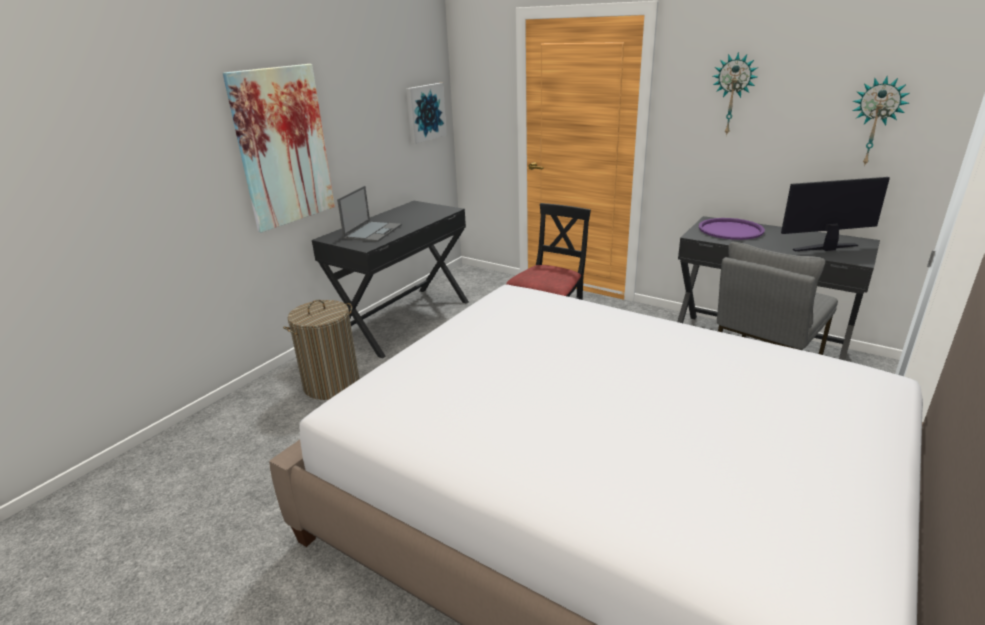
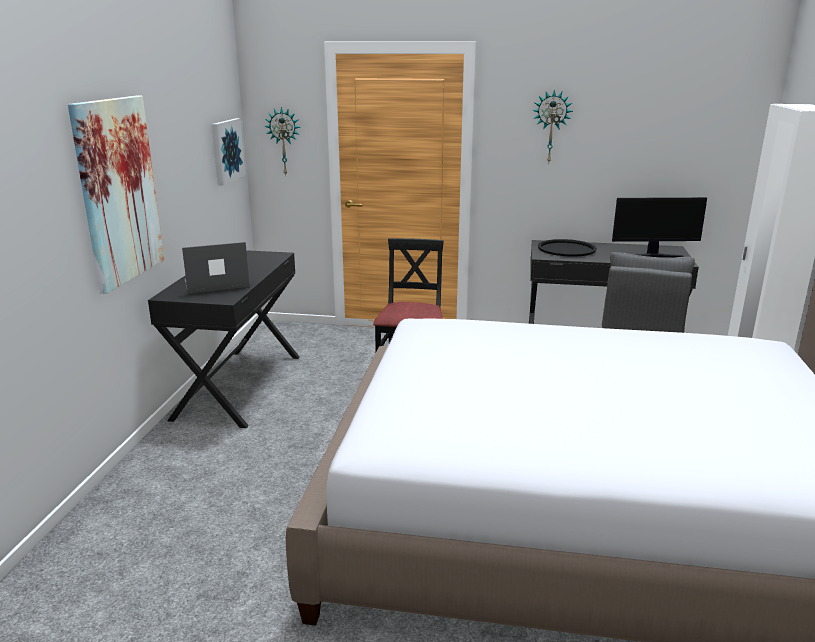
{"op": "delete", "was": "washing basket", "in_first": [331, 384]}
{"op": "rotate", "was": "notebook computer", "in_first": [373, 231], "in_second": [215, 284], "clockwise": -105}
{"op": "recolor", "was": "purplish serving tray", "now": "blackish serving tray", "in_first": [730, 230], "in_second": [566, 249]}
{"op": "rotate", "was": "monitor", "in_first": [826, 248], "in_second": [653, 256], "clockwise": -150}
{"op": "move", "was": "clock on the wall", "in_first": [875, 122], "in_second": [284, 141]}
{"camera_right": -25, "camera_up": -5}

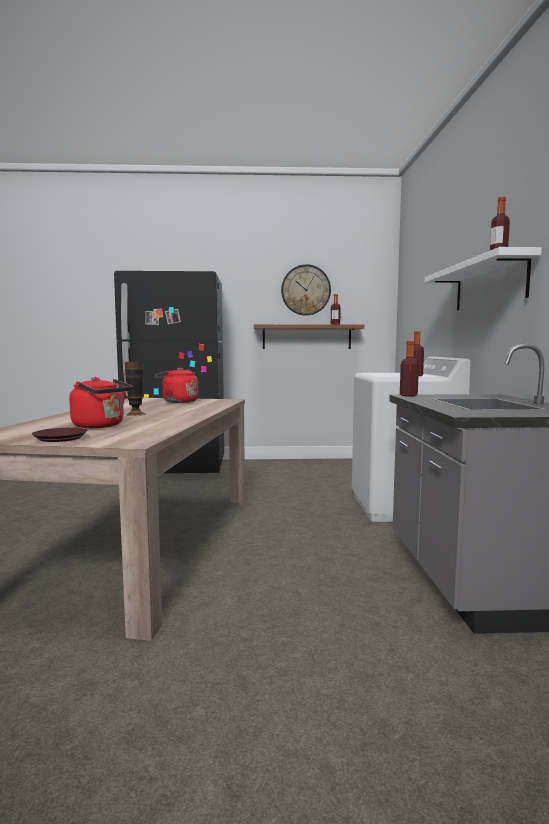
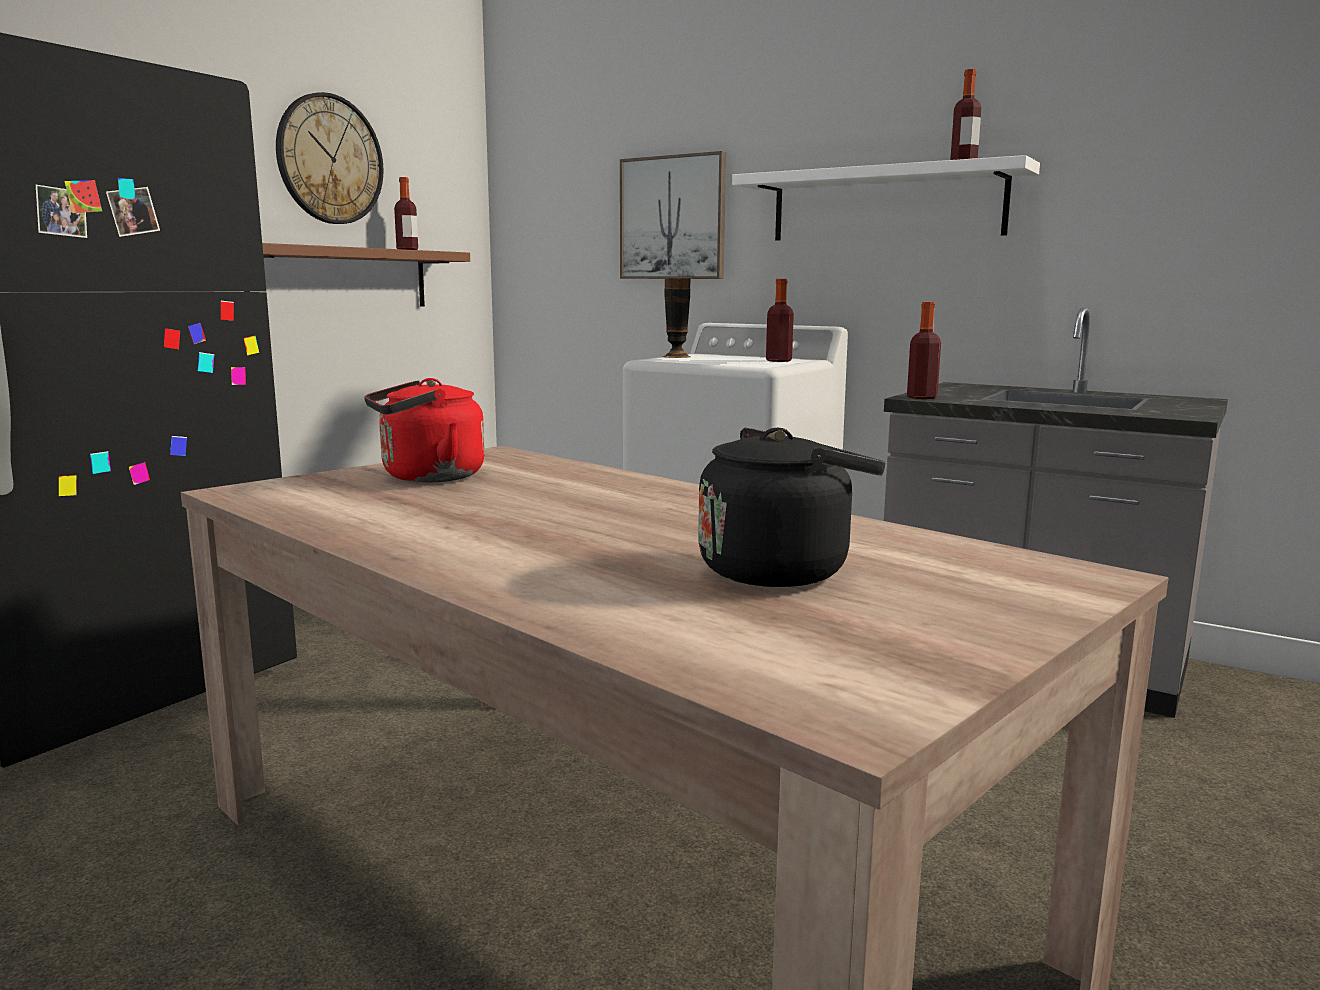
{"op": "delete", "was": "brown-coloured flat dish", "in_first": [60, 438]}
{"op": "recolor", "was": "reddish water kettle", "now": "blackish water kettle", "in_first": [101, 426], "in_second": [780, 570]}
{"op": "move", "was": "decorative vase", "in_first": [135, 414], "in_second": [676, 356]}
{"op": "insert", "now": "wall art", "in_second": [673, 218]}
{"camera_right": -55, "camera_up": 5}

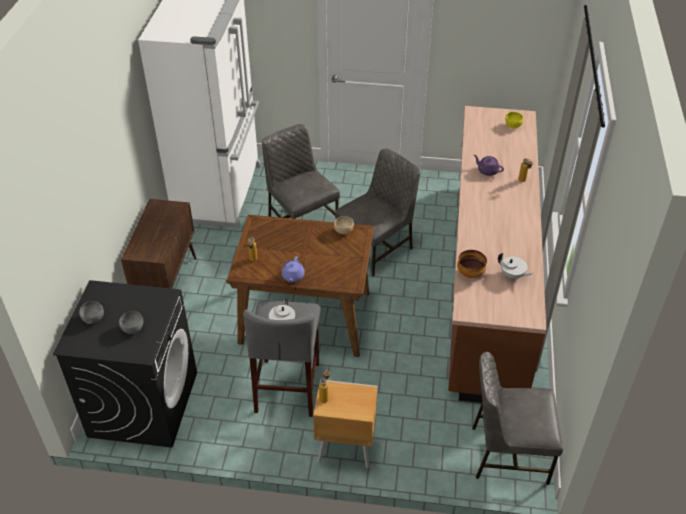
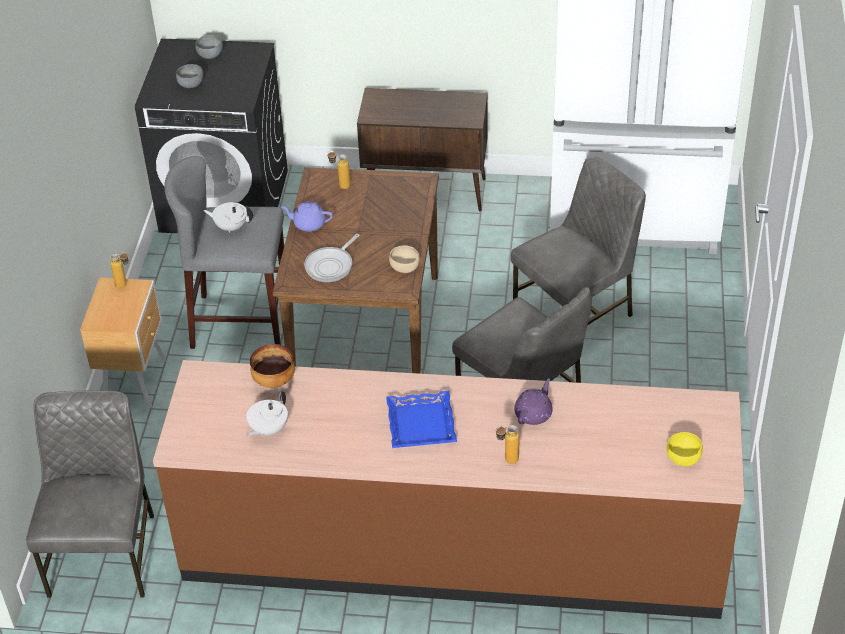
{"op": "insert", "now": "pan", "in_second": [331, 265]}
{"op": "insert", "now": "blue serving tray", "in_second": [422, 425]}
{"camera_right": 90, "camera_up": 0}

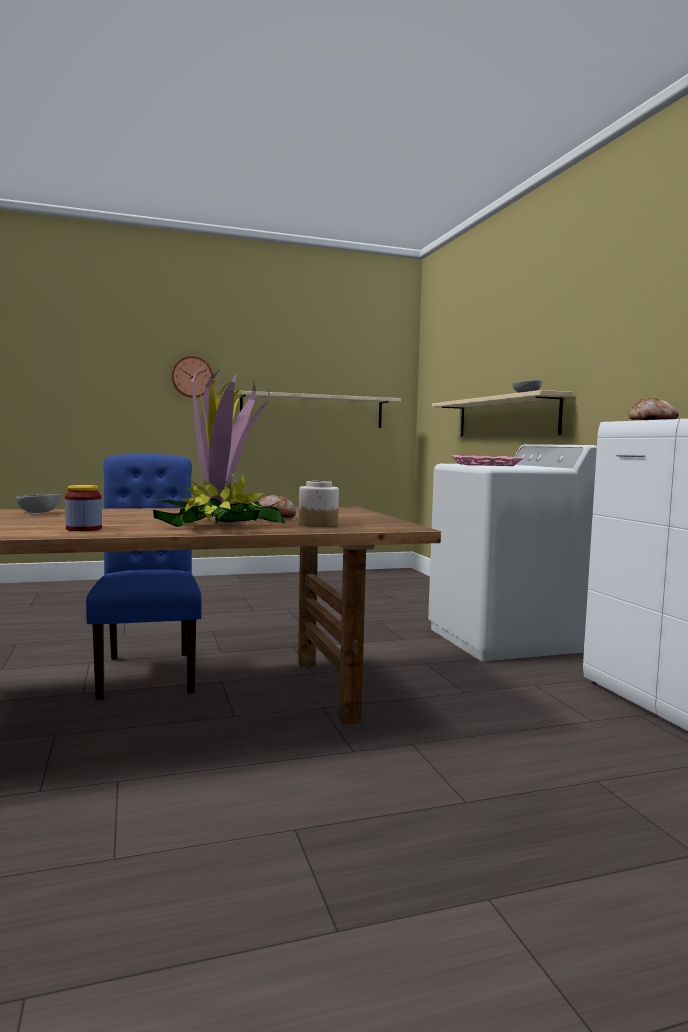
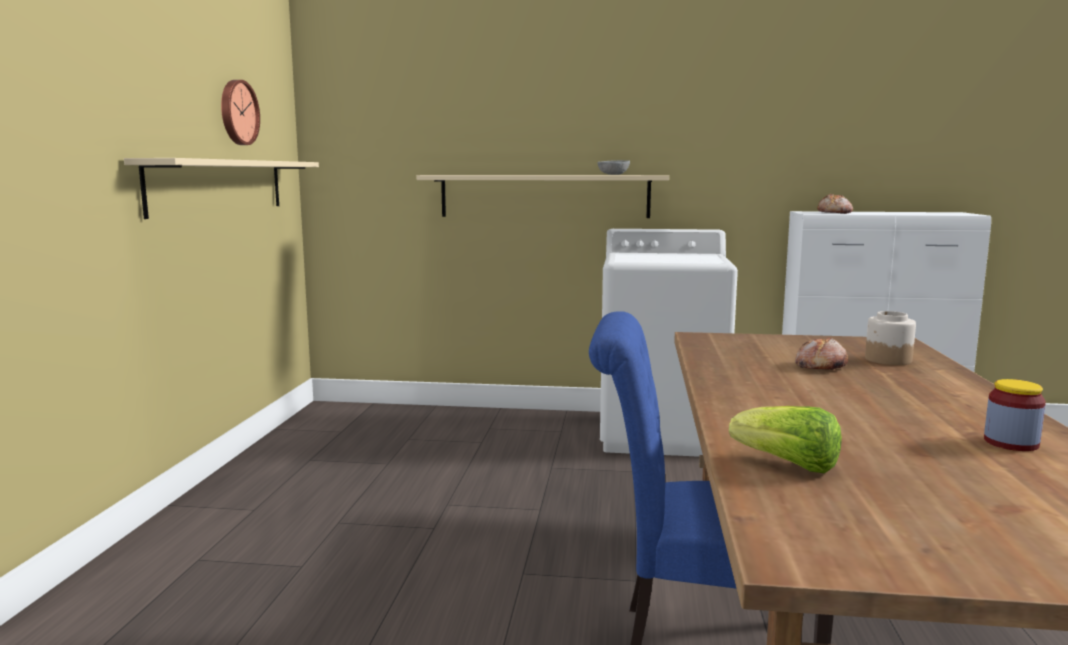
{"op": "replace", "was": "grey bowl", "now": "head of lettuce", "in_first": [37, 512], "in_second": [788, 465]}
{"op": "delete", "was": "potted plant", "in_first": [219, 525]}
{"op": "move", "was": "clock on the wall", "in_first": [192, 377], "in_second": [237, 112]}
{"op": "delete", "was": "pink-coloured serving tray", "in_first": [485, 465]}
{"camera_right": -65, "camera_up": 5}

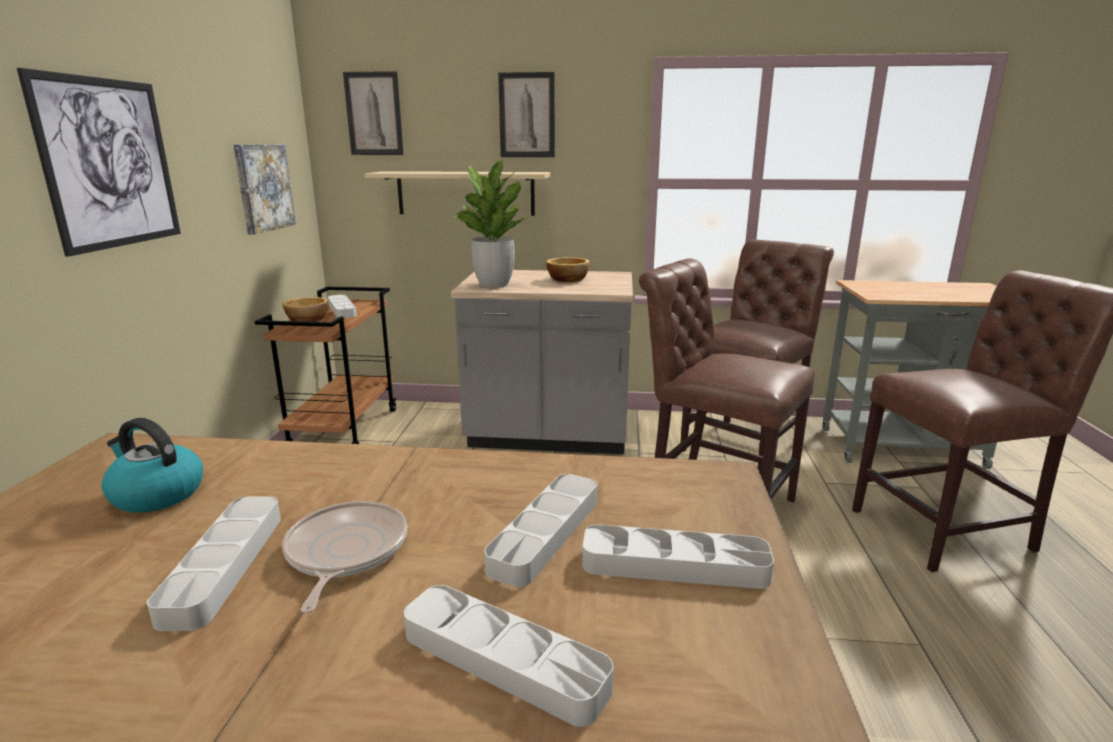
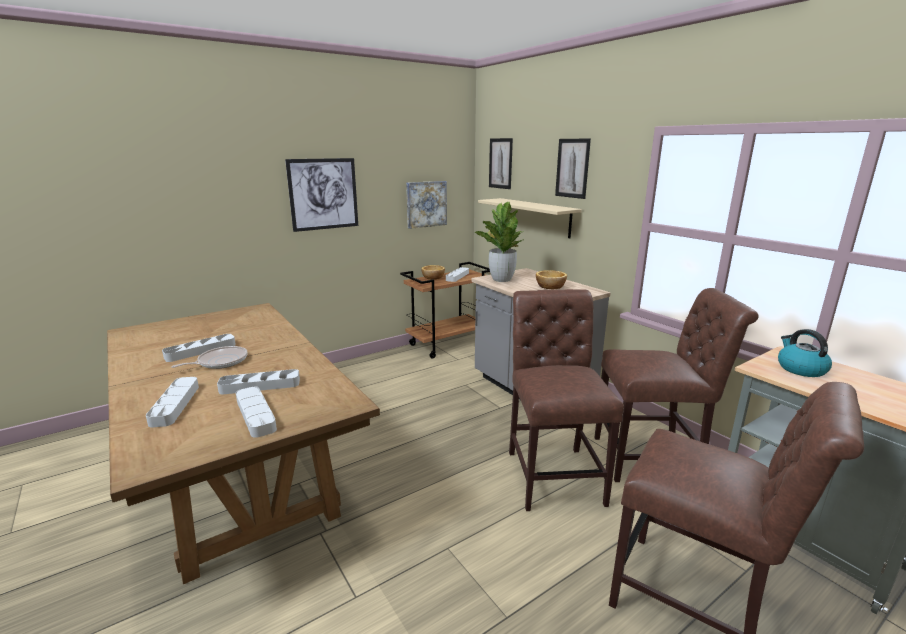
{"op": "move", "was": "water kettle", "in_first": [156, 494], "in_second": [800, 369]}
{"camera_right": 50, "camera_up": 0}

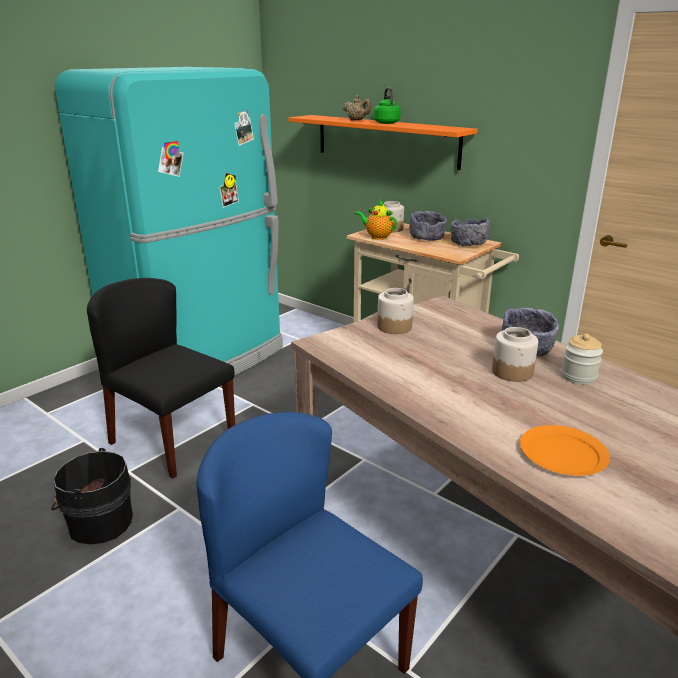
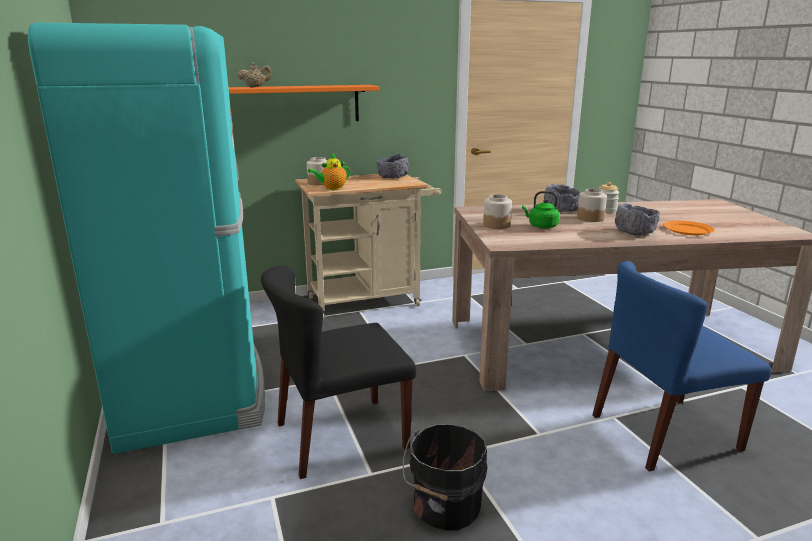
{"op": "move", "was": "green water kettle", "in_first": [386, 123], "in_second": [541, 226]}
{"op": "move", "was": "grey bowl", "in_first": [427, 238], "in_second": [634, 232]}
{"camera_right": -60, "camera_up": -5}

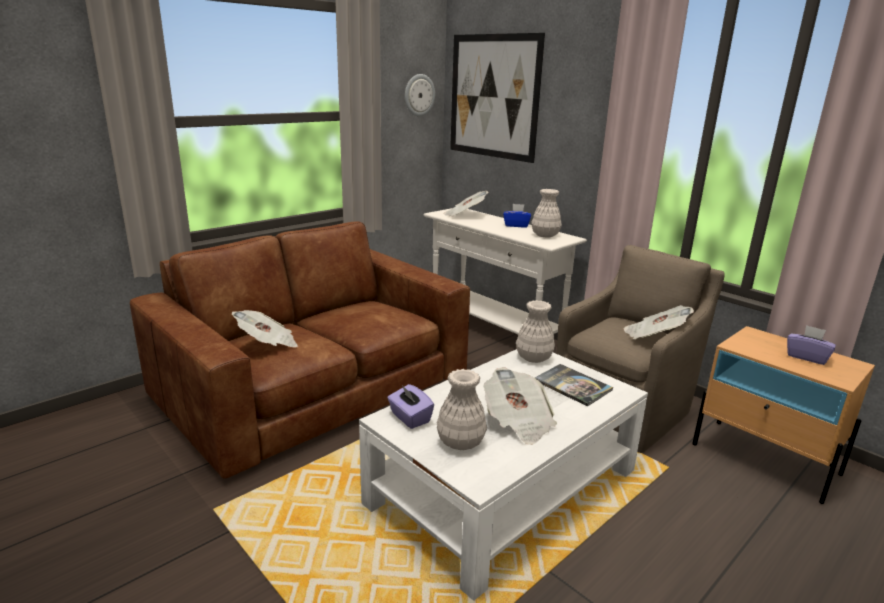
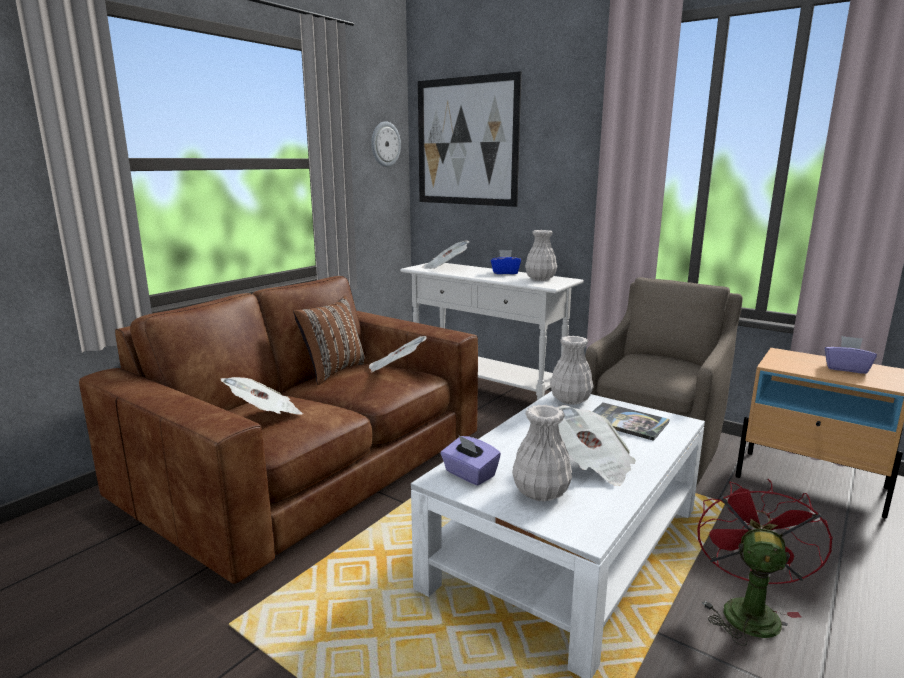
{"op": "move", "was": "printed paper", "in_first": [653, 336], "in_second": [396, 369]}
{"op": "insert", "now": "brown-coloured throw pillow", "in_second": [333, 371]}
{"op": "insert", "now": "reddish cooling fan", "in_second": [747, 609]}
{"camera_right": -10, "camera_up": -5}

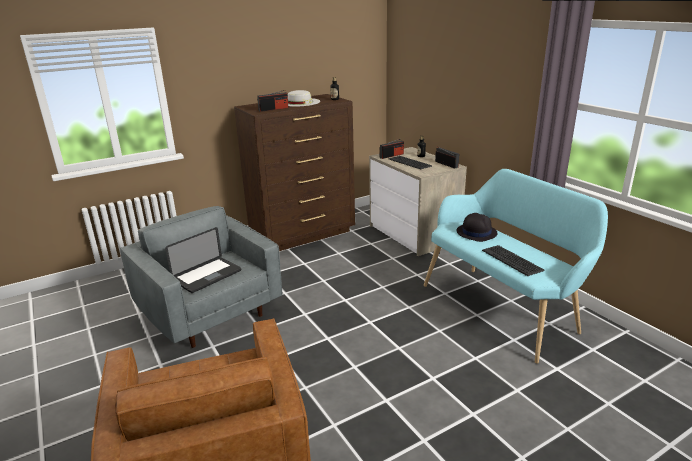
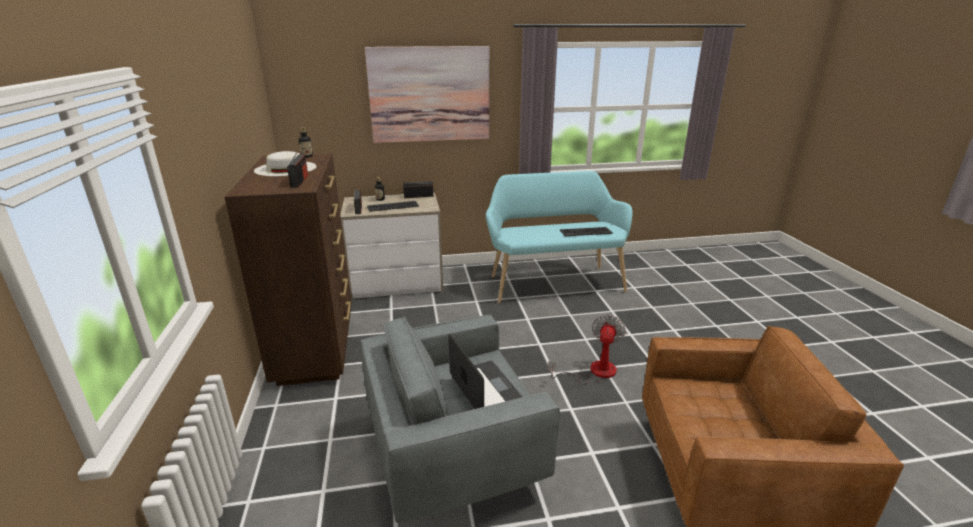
{"op": "delete", "was": "blackish wearable hat", "in_first": [476, 232]}
{"op": "insert", "now": "wall art", "in_second": [430, 95]}
{"op": "insert", "now": "cooling fan", "in_second": [594, 372]}
{"camera_right": -70, "camera_up": 0}

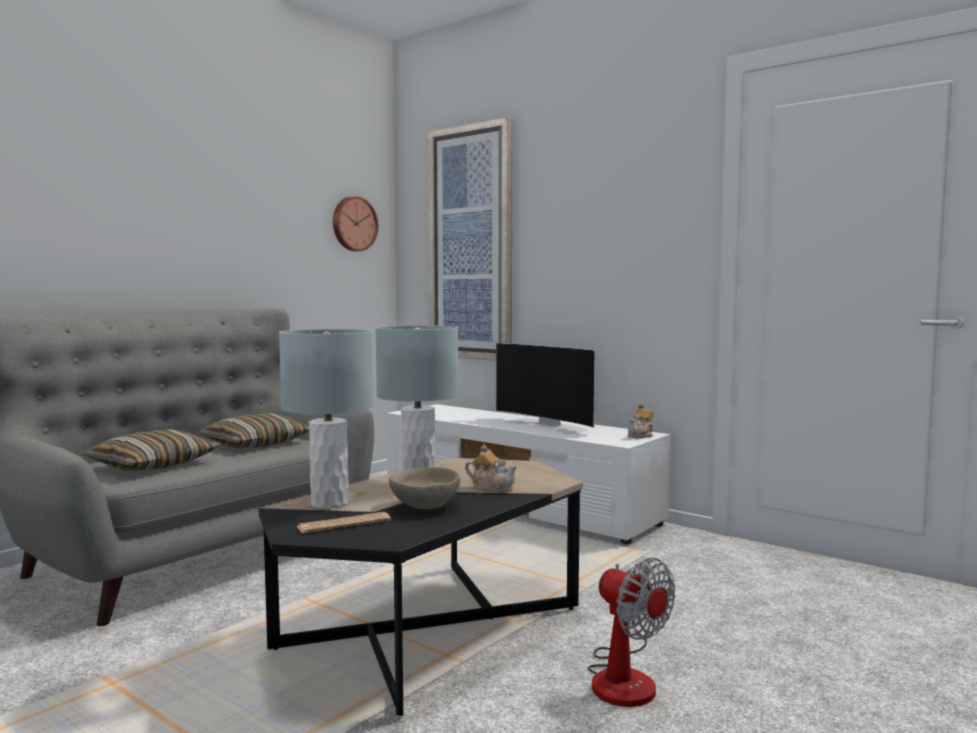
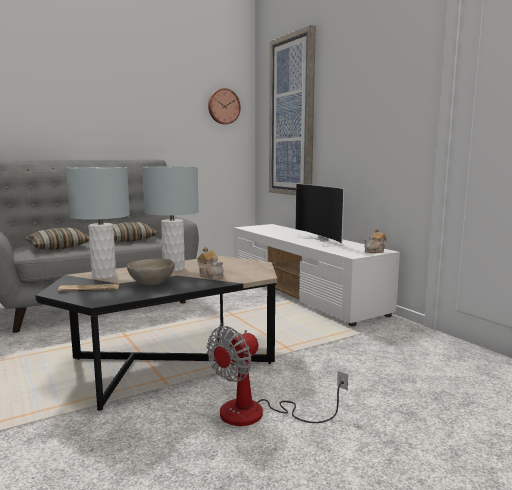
{"op": "rotate", "was": "cooling fan", "in_first": [624, 676], "in_second": [258, 414], "clockwise": 60}
{"camera_right": 20, "camera_up": 5}

